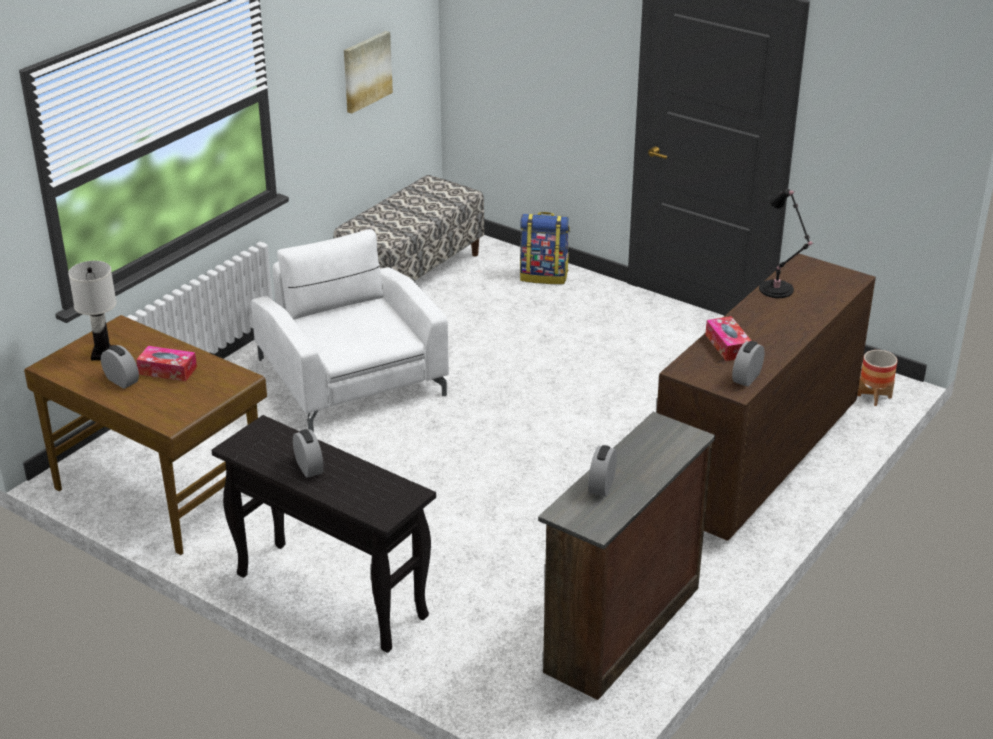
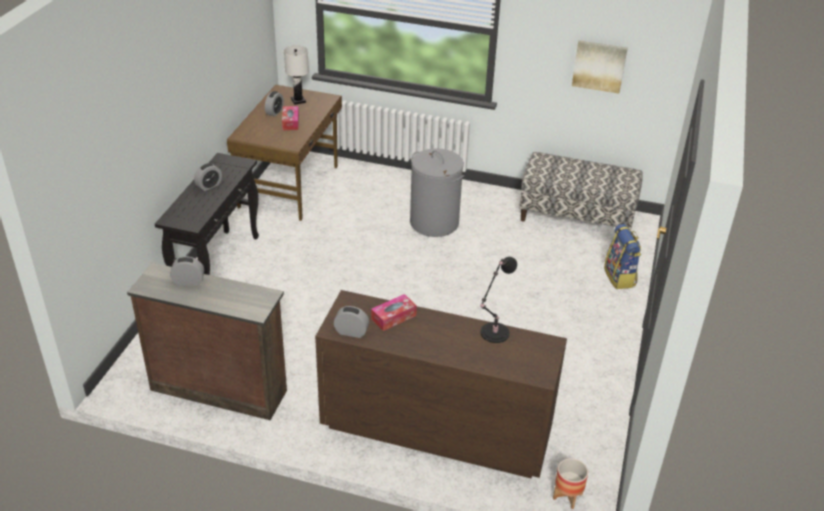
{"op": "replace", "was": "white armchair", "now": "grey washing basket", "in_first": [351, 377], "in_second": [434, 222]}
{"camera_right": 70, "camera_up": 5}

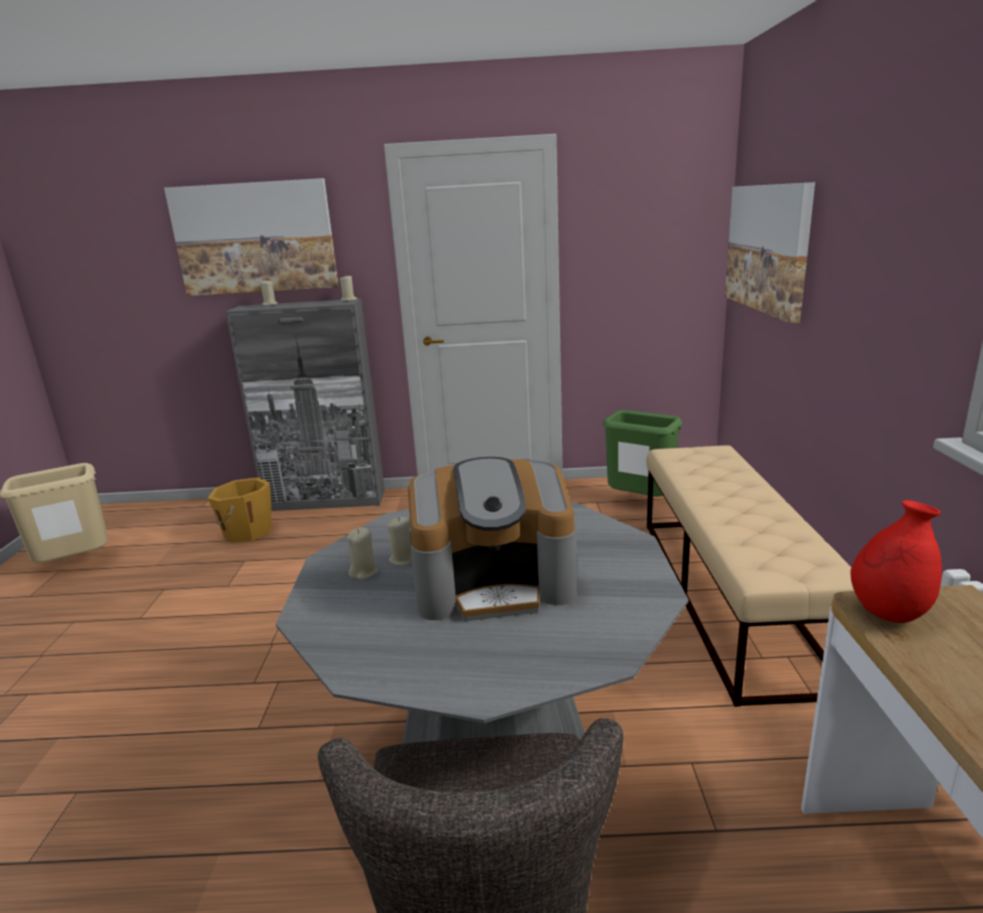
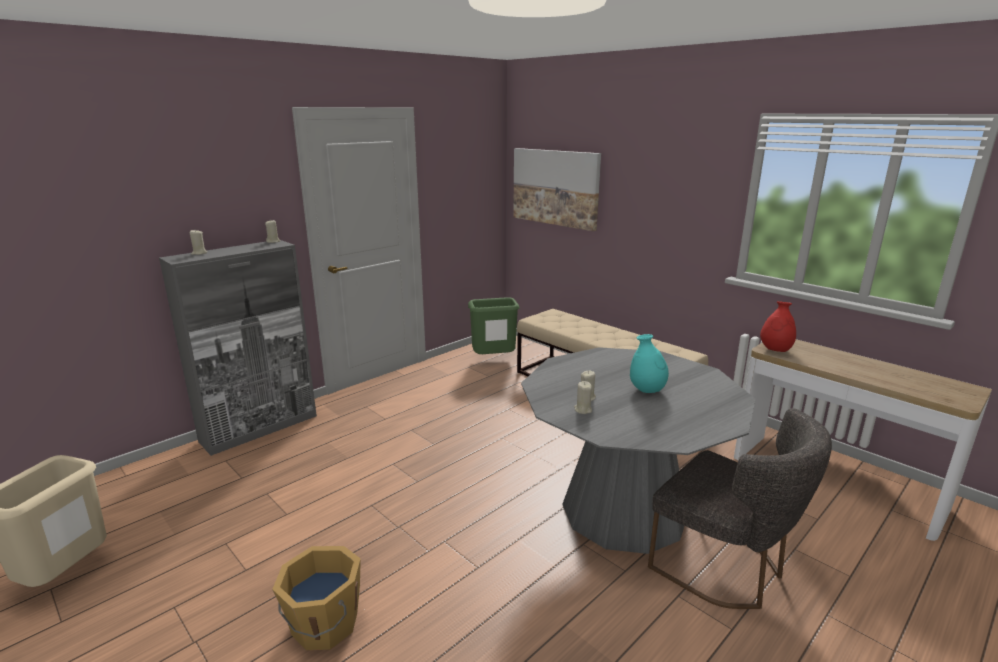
{"op": "delete", "was": "wall art", "in_first": [255, 238]}
{"op": "move", "was": "orange bucket", "in_first": [246, 532], "in_second": [323, 625]}
{"op": "replace", "was": "coffee machine", "now": "blue-green decorative vase", "in_first": [494, 583], "in_second": [647, 390]}
{"camera_right": -45, "camera_up": 0}

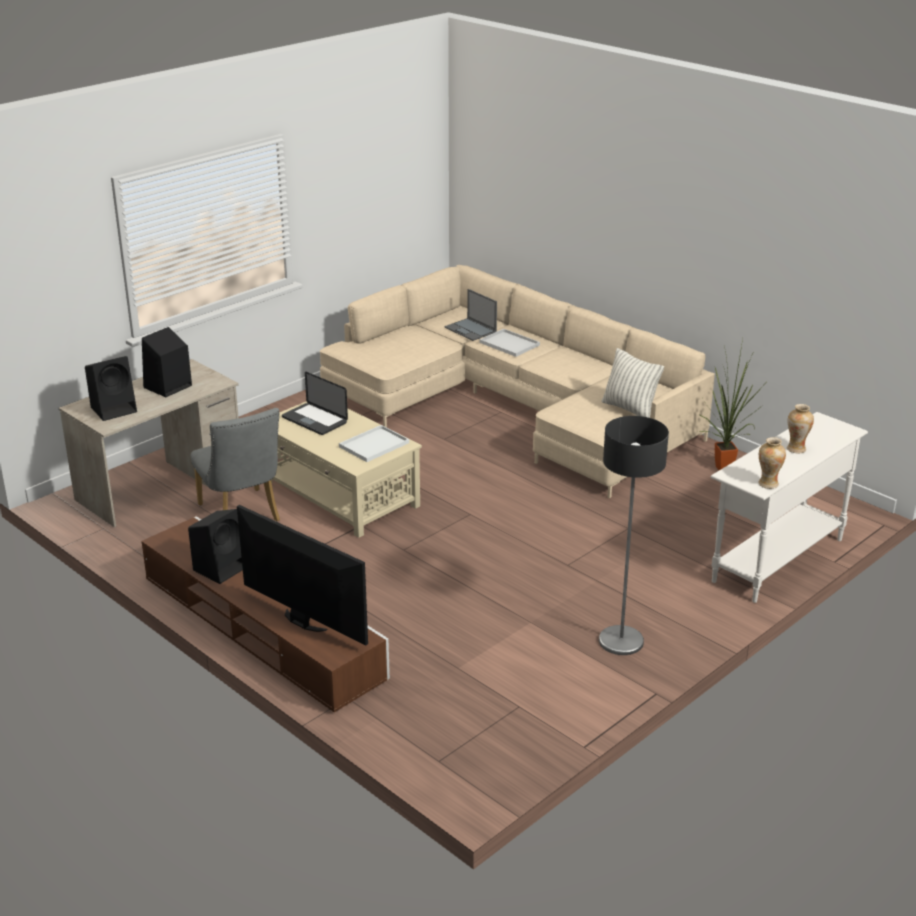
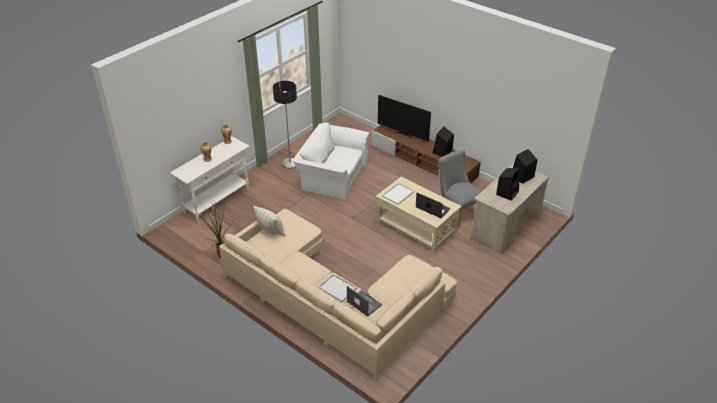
{"op": "insert", "now": "white armchair", "in_second": [332, 174]}
{"camera_right": 175, "camera_up": 10}

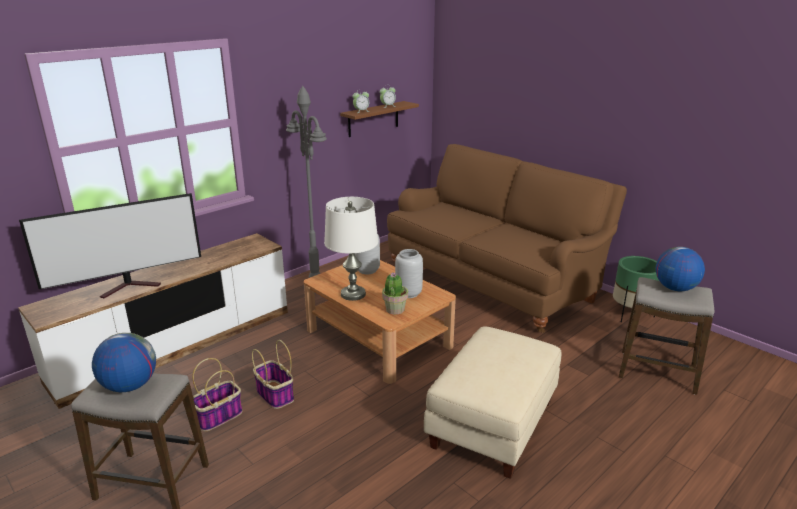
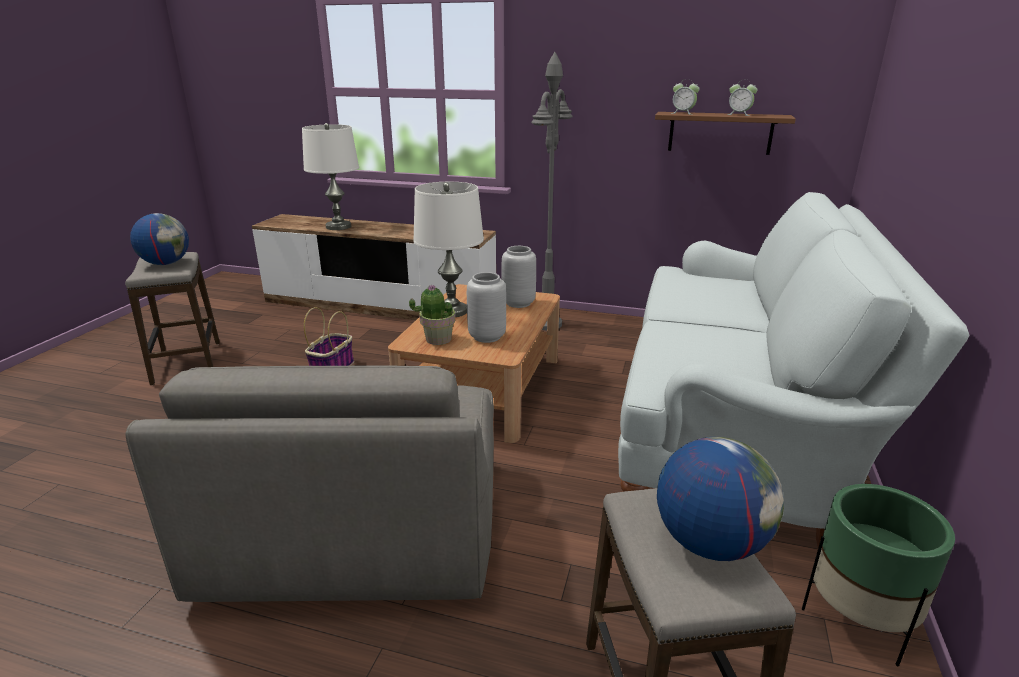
{"op": "replace", "was": "TV set", "now": "white table lamp", "in_first": [131, 286], "in_second": [338, 227]}
{"op": "delete", "was": "household basket", "in_first": [218, 417]}
{"op": "recolor", "was": "brown-coloured sofa", "now": "white sofa", "in_first": [493, 281], "in_second": [736, 427]}
{"op": "replace", "was": "beige-coloured ottoman", "now": "grey armchair", "in_first": [493, 424], "in_second": [357, 524]}
{"camera_right": 60, "camera_up": 0}

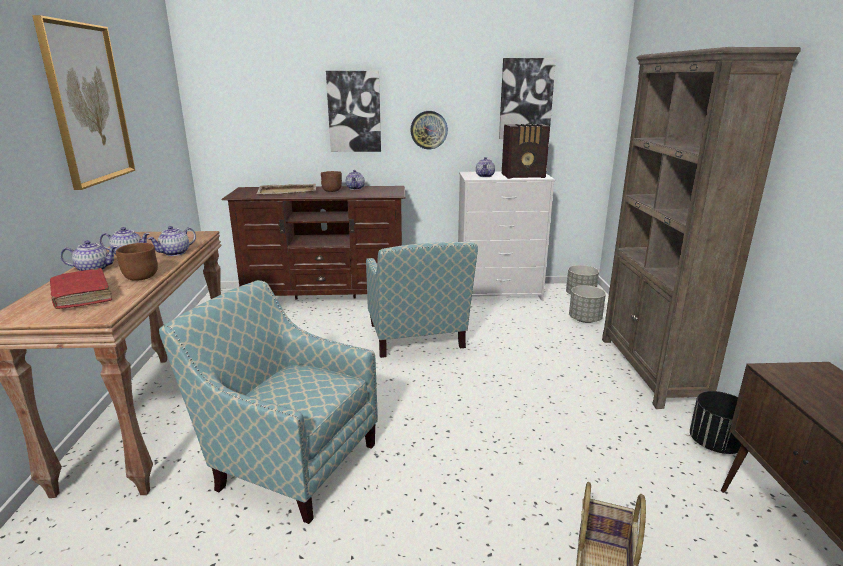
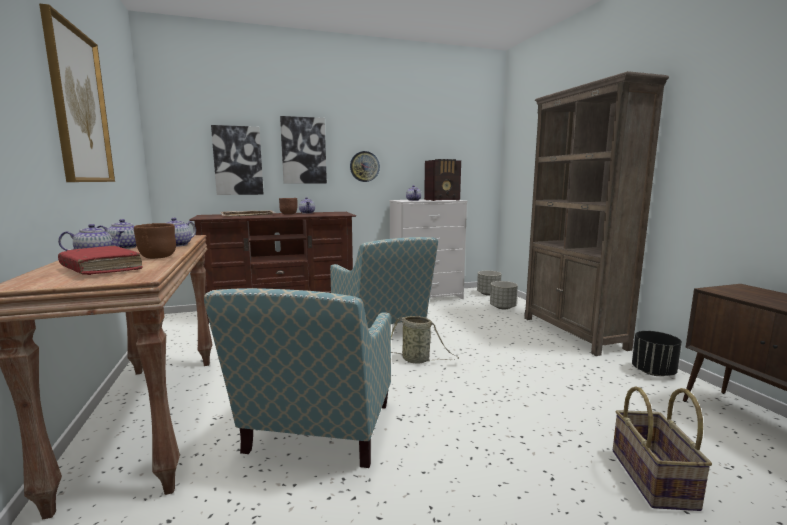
{"op": "rotate", "was": "armchair", "in_first": [287, 460], "in_second": [316, 436], "clockwise": -90}
{"op": "move", "was": "wall art", "in_first": [526, 99], "in_second": [238, 161]}
{"op": "insert", "now": "household basket", "in_second": [418, 360]}
{"camera_right": -15, "camera_up": -10}

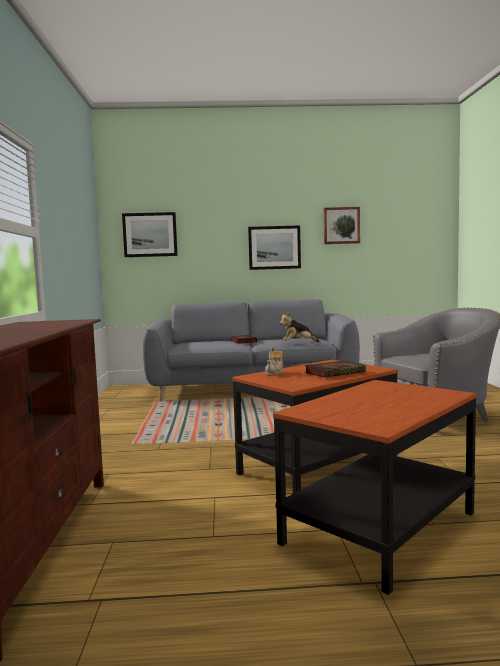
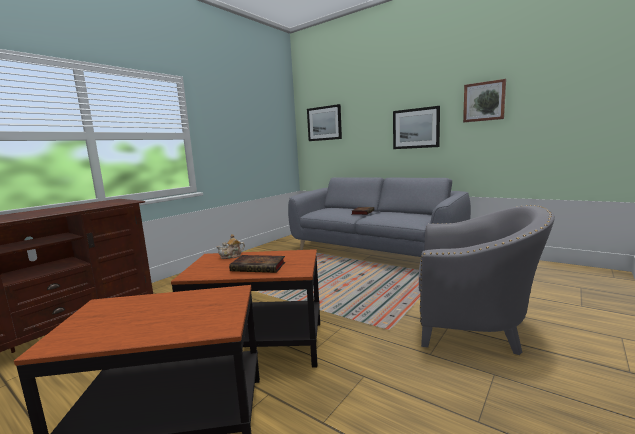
{"op": "delete", "was": "soft toy", "in_first": [298, 343]}
{"camera_right": 40, "camera_up": 5}

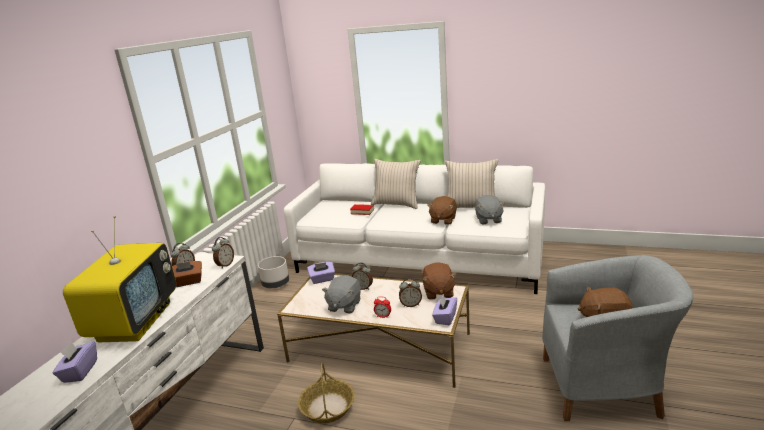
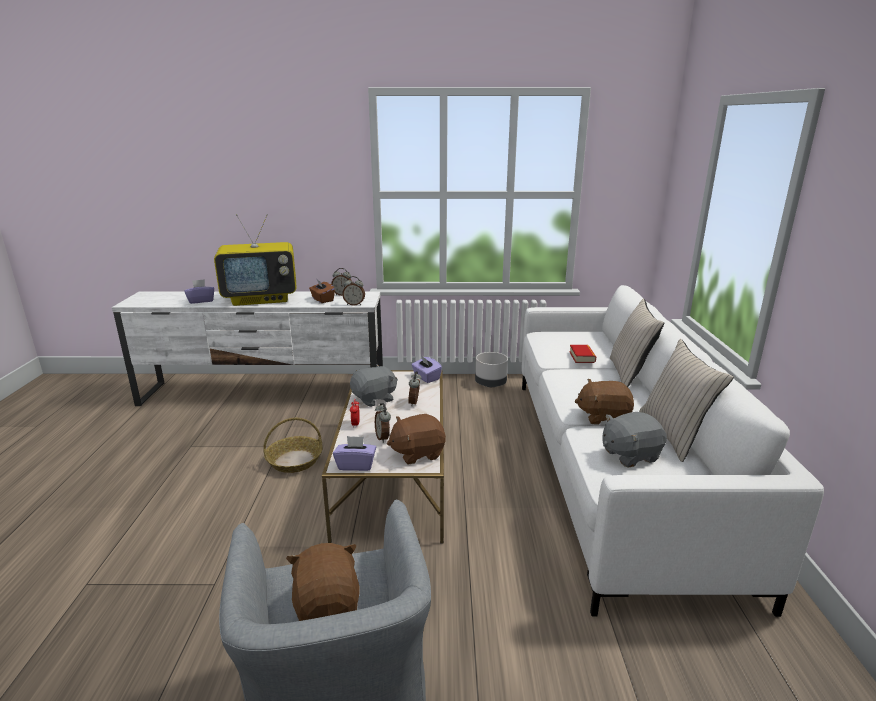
{"op": "rotate", "was": "grey soft toy", "in_first": [344, 305], "in_second": [374, 399], "clockwise": 150}
{"camera_right": 70, "camera_up": 0}

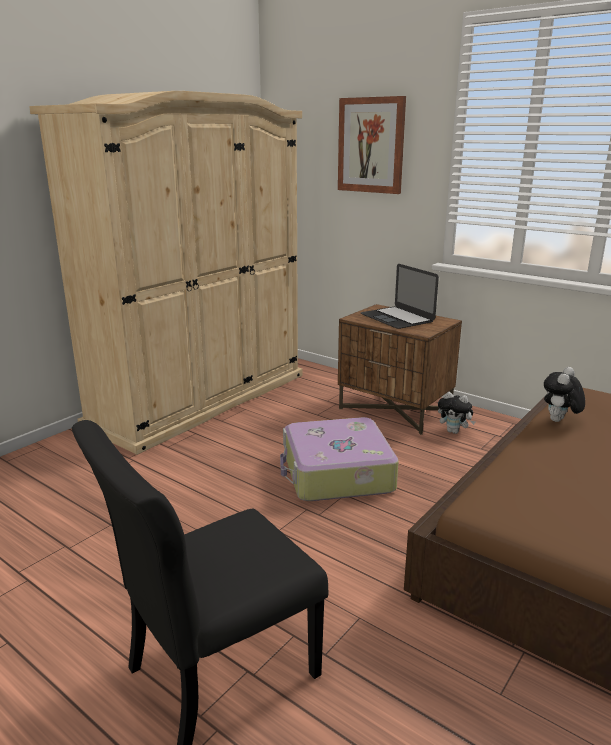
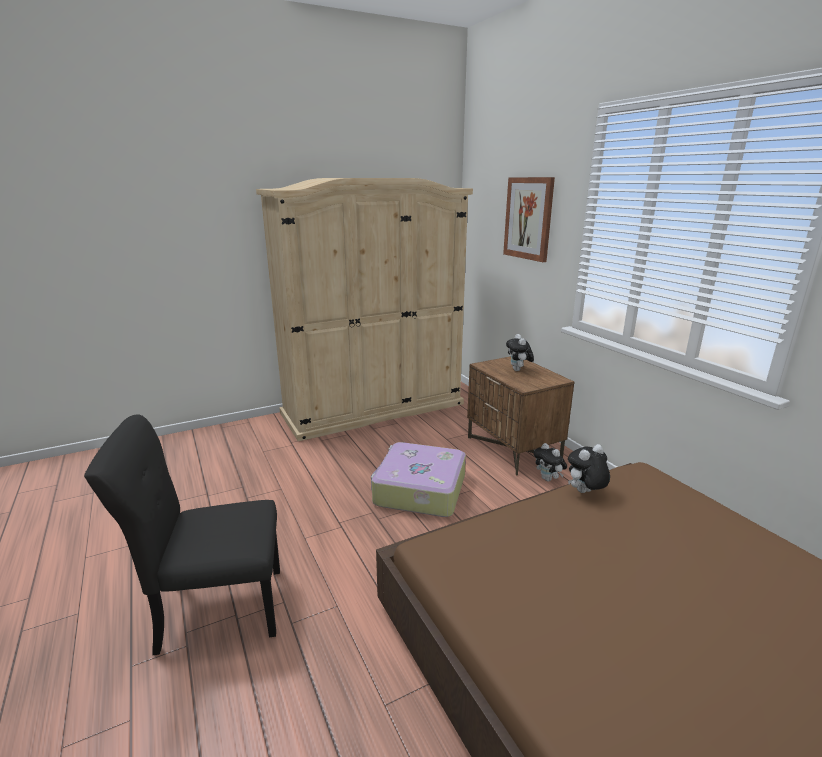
{"op": "replace", "was": "notebook computer", "now": "soft toy", "in_first": [397, 318], "in_second": [518, 370]}
{"camera_right": 25, "camera_up": 0}

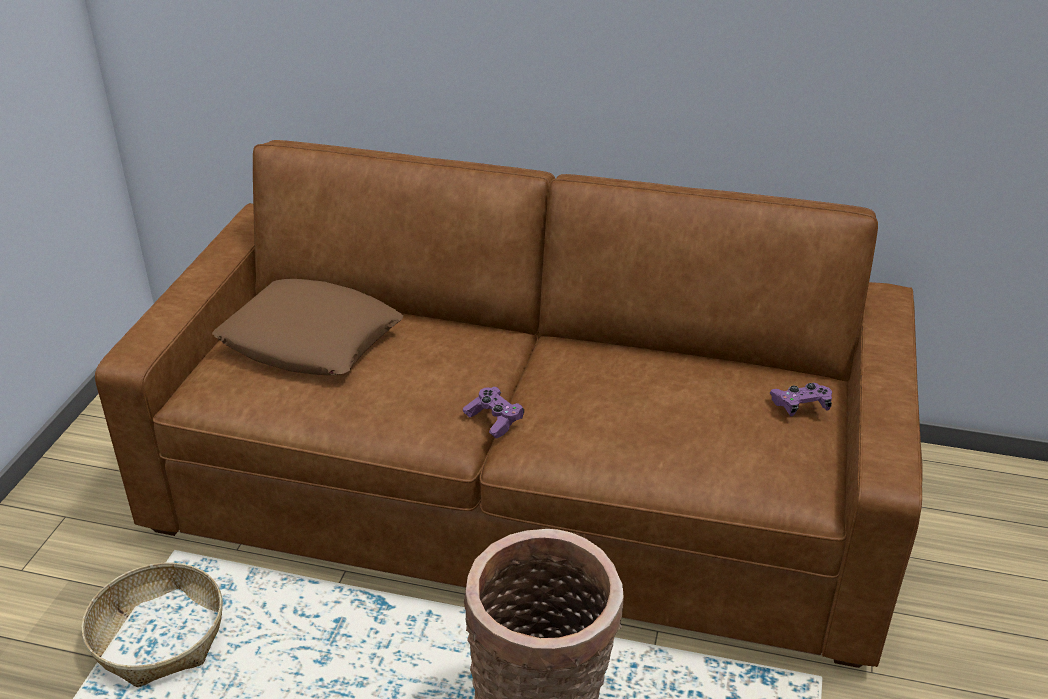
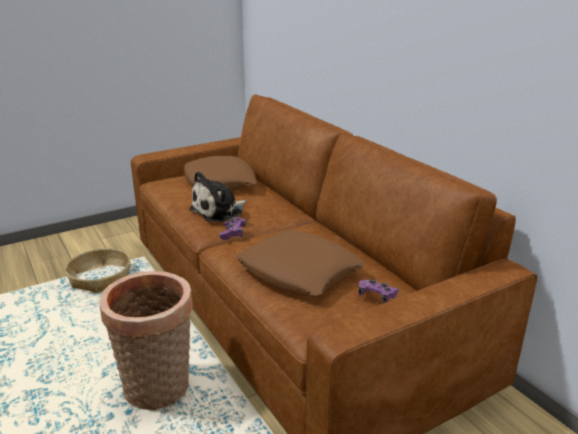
{"op": "insert", "now": "soft toy", "in_second": [219, 211]}
{"op": "insert", "now": "brown-coloured throw pillow", "in_second": [299, 271]}
{"camera_right": 45, "camera_up": -10}

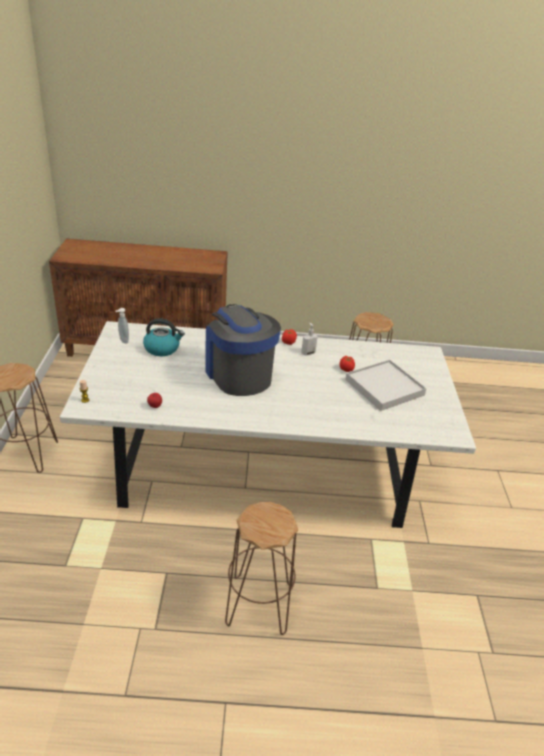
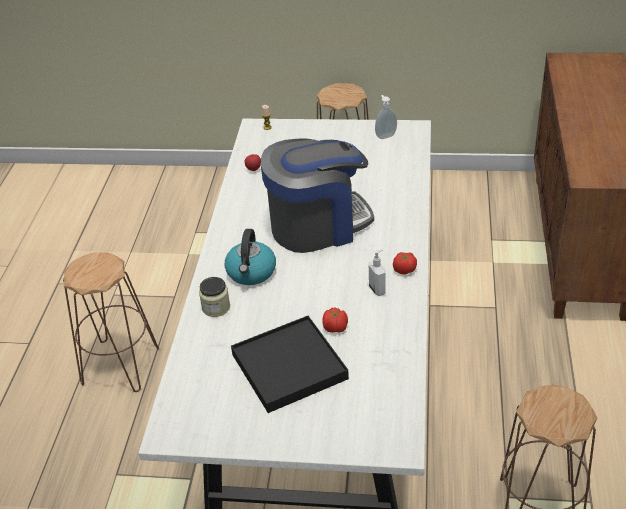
{"op": "move", "was": "water kettle", "in_first": [162, 348], "in_second": [251, 272]}
{"op": "recolor", "was": "white serving tray", "now": "blackish serving tray", "in_first": [384, 387], "in_second": [289, 366]}
{"op": "insert", "now": "preserve jar", "in_second": [216, 307]}
{"camera_right": 100, "camera_up": 5}

